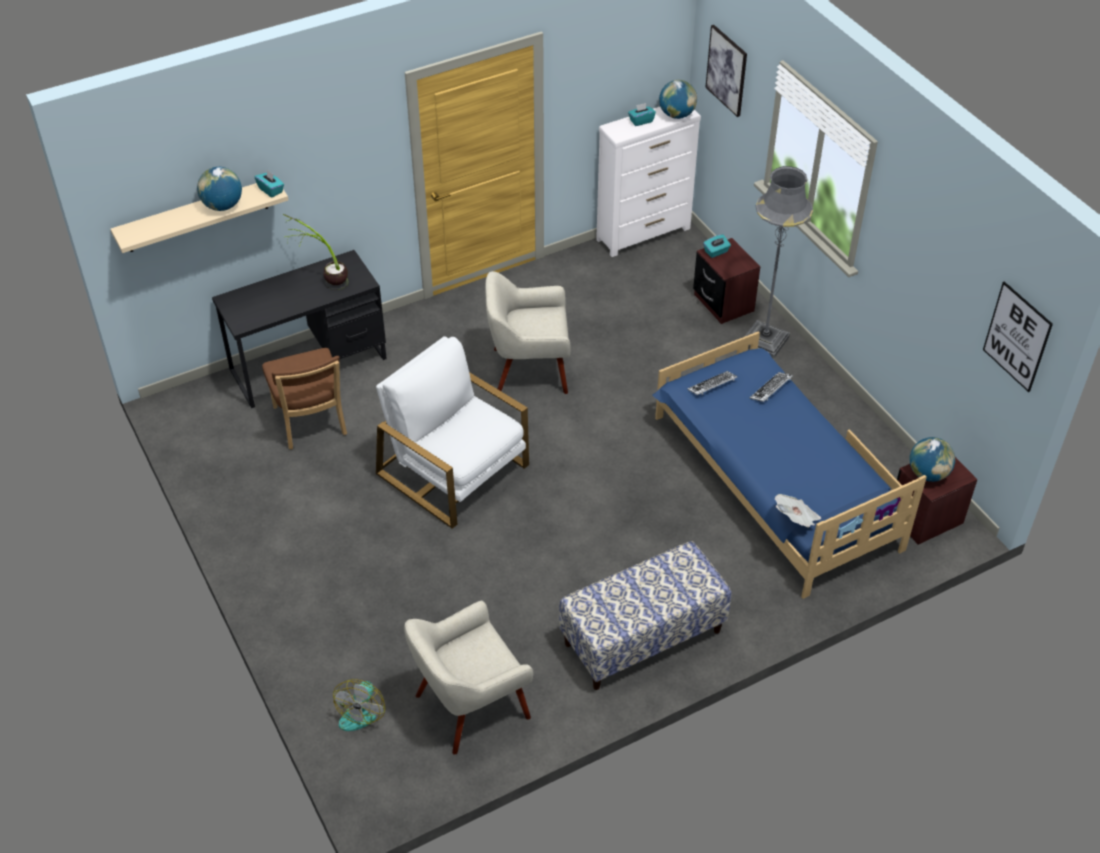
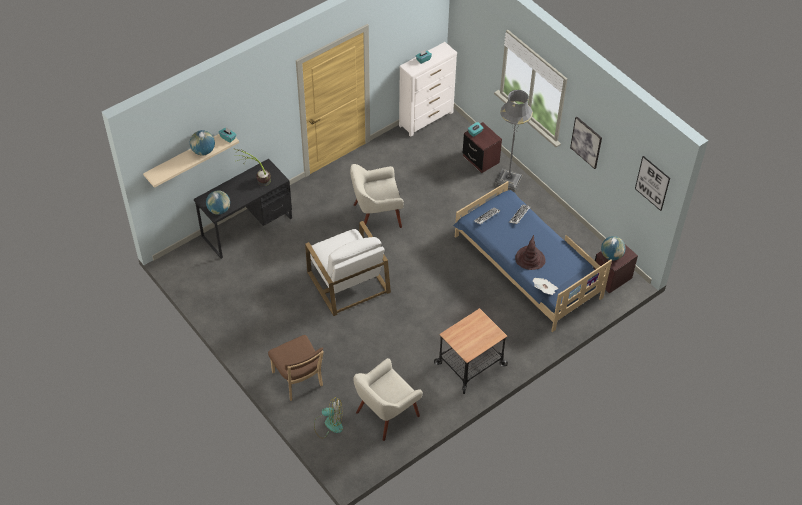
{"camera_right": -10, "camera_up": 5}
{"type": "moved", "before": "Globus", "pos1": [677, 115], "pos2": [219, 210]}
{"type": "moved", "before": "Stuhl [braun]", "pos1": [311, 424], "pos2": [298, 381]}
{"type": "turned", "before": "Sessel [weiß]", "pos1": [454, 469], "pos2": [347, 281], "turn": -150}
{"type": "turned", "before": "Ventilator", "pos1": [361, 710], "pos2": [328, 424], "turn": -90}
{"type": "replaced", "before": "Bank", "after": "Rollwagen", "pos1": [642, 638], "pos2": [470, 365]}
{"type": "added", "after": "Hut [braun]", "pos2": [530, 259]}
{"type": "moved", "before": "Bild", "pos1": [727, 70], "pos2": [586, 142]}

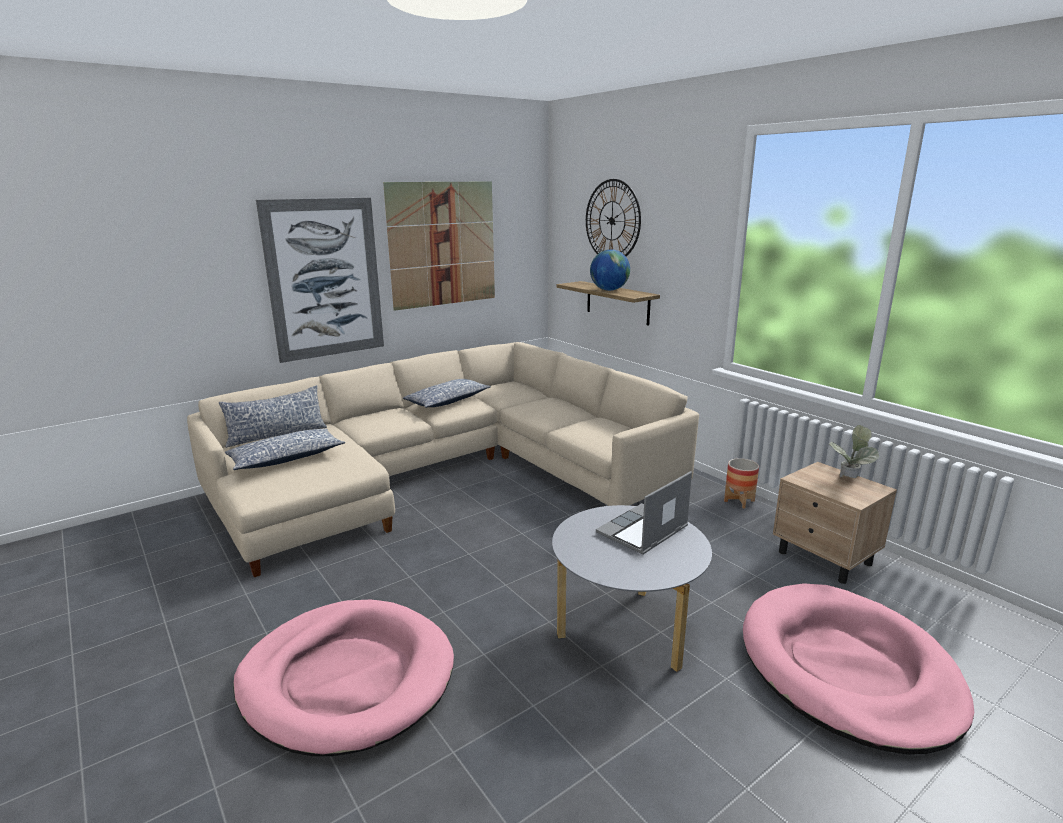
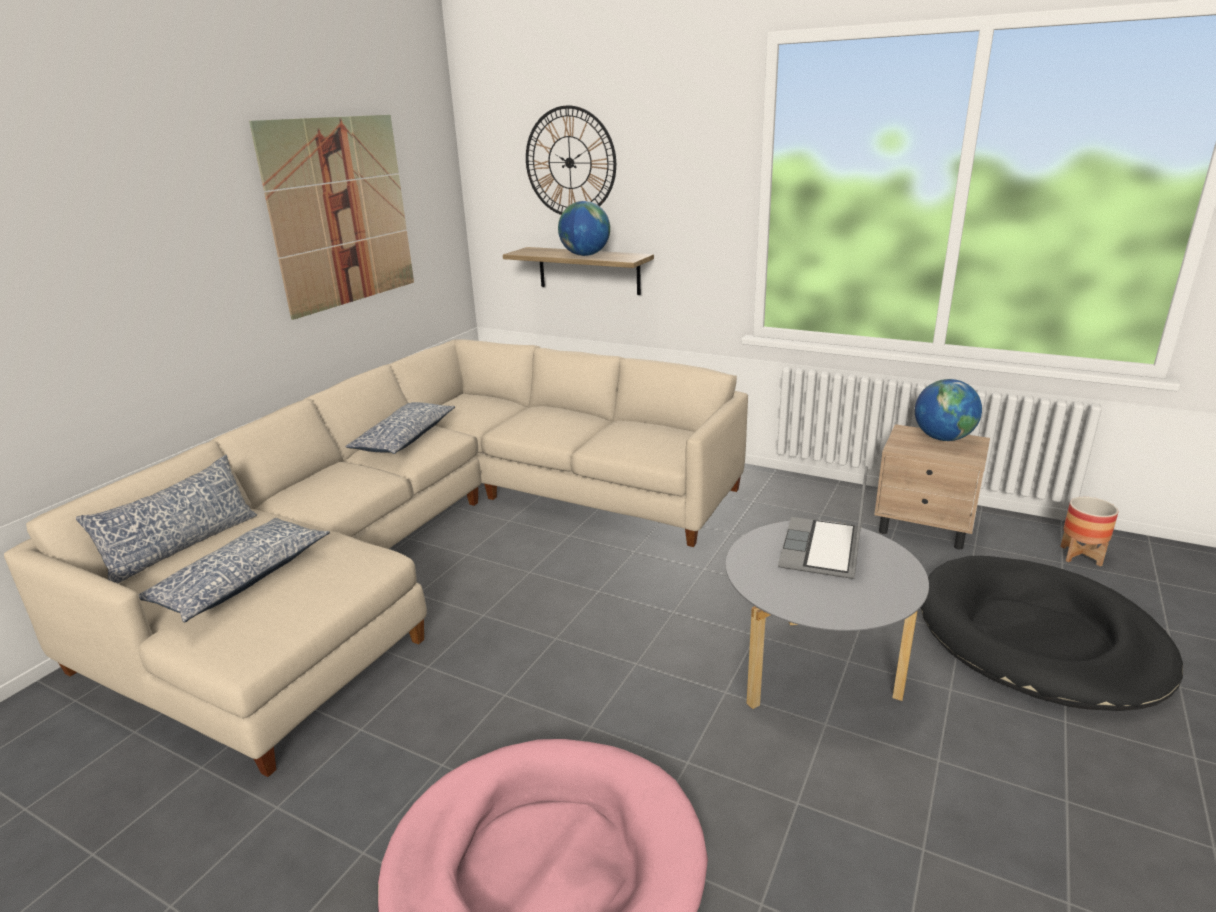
{"camera_right": -25, "camera_up": 5}
{"type": "replaced", "before": "Topfpflanze", "after": "Globus", "pos1": [848, 480], "pos2": [943, 438]}
{"type": "recoloured", "before": "Hundebett [rosa]", "after": "Hundebett [schwarz]", "pos1": [847, 669], "pos2": [1038, 638]}
{"type": "moved", "before": "Pflanzkübel", "pos1": [739, 501], "pos2": [1080, 556]}
{"type": "removed", "before": "Bild", "pos1": [325, 279]}

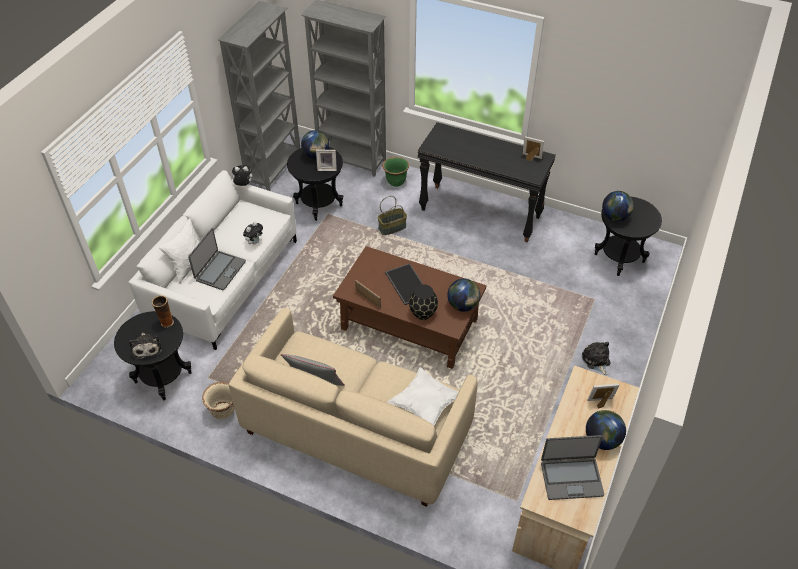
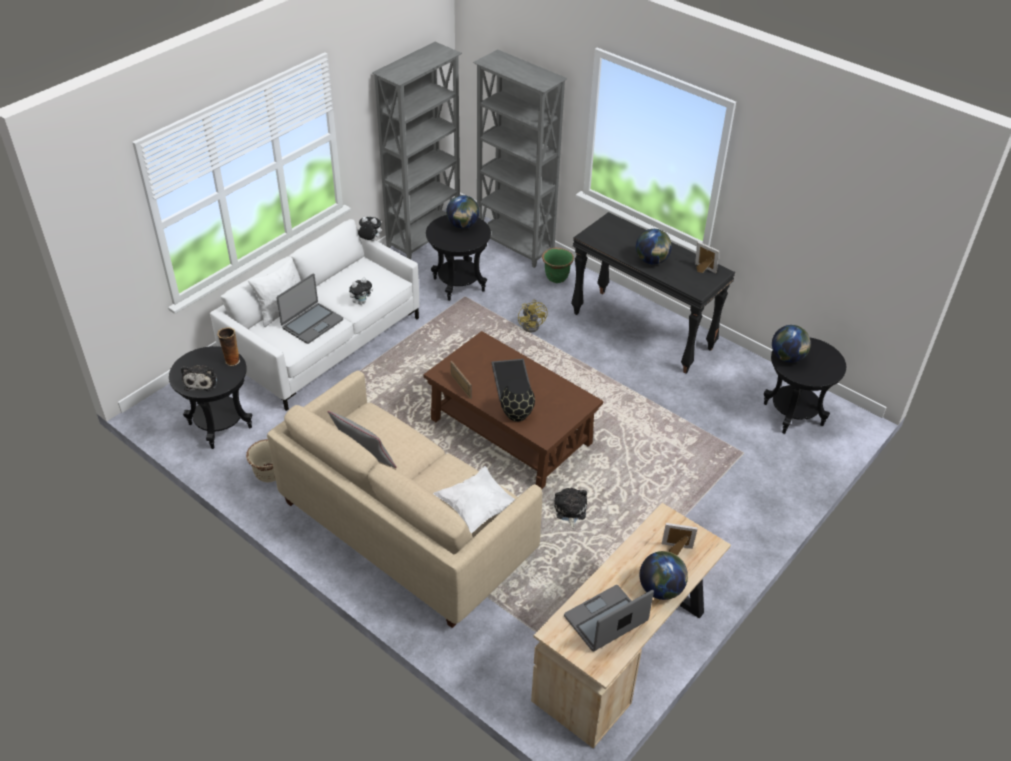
{"camera_right": 15, "camera_up": -5}
{"type": "replaced", "before": "Korb", "after": "Ventilator [gelb]", "pos1": [392, 227], "pos2": [532, 325]}
{"type": "moved", "before": "Plüschtier", "pos1": [596, 360], "pos2": [570, 511]}
{"type": "turned", "before": "Laptop", "pos1": [571, 478], "pos2": [606, 620], "turn": 135}
{"type": "moved", "before": "Globus", "pos1": [463, 305], "pos2": [651, 260]}
{"type": "removed", "before": "Bilderrahmen", "pos1": [327, 168]}

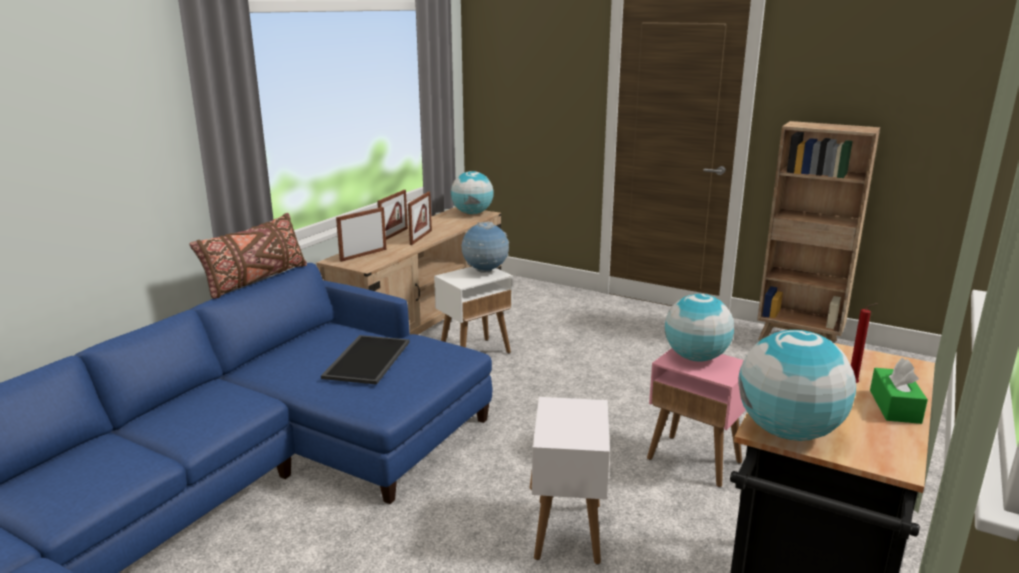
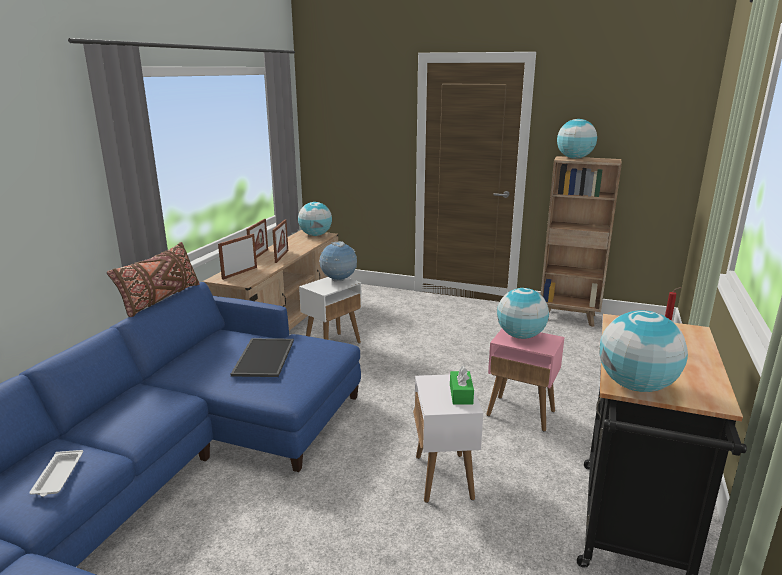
{"camera_right": -10, "camera_up": 0}
{"type": "added", "after": "Tablett [weiß]", "pos2": [58, 477]}
{"type": "moved", "before": "Taschentuchbox [grün]", "pos1": [894, 406], "pos2": [461, 394]}
{"type": "added", "after": "Globus", "pos2": [574, 158]}

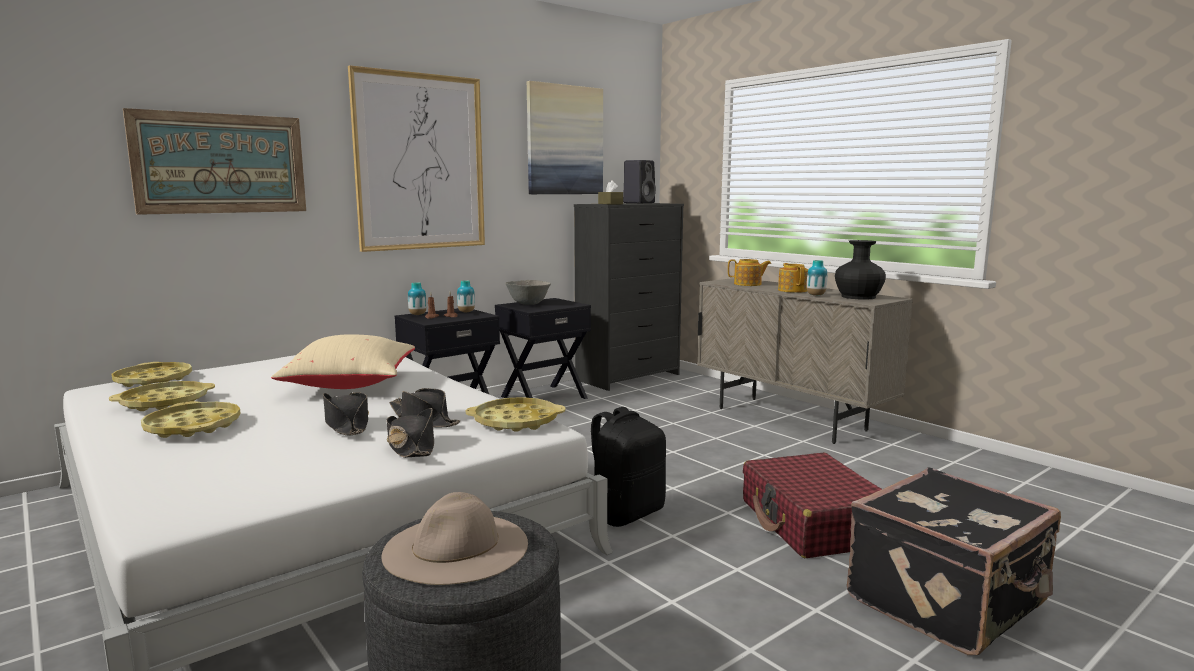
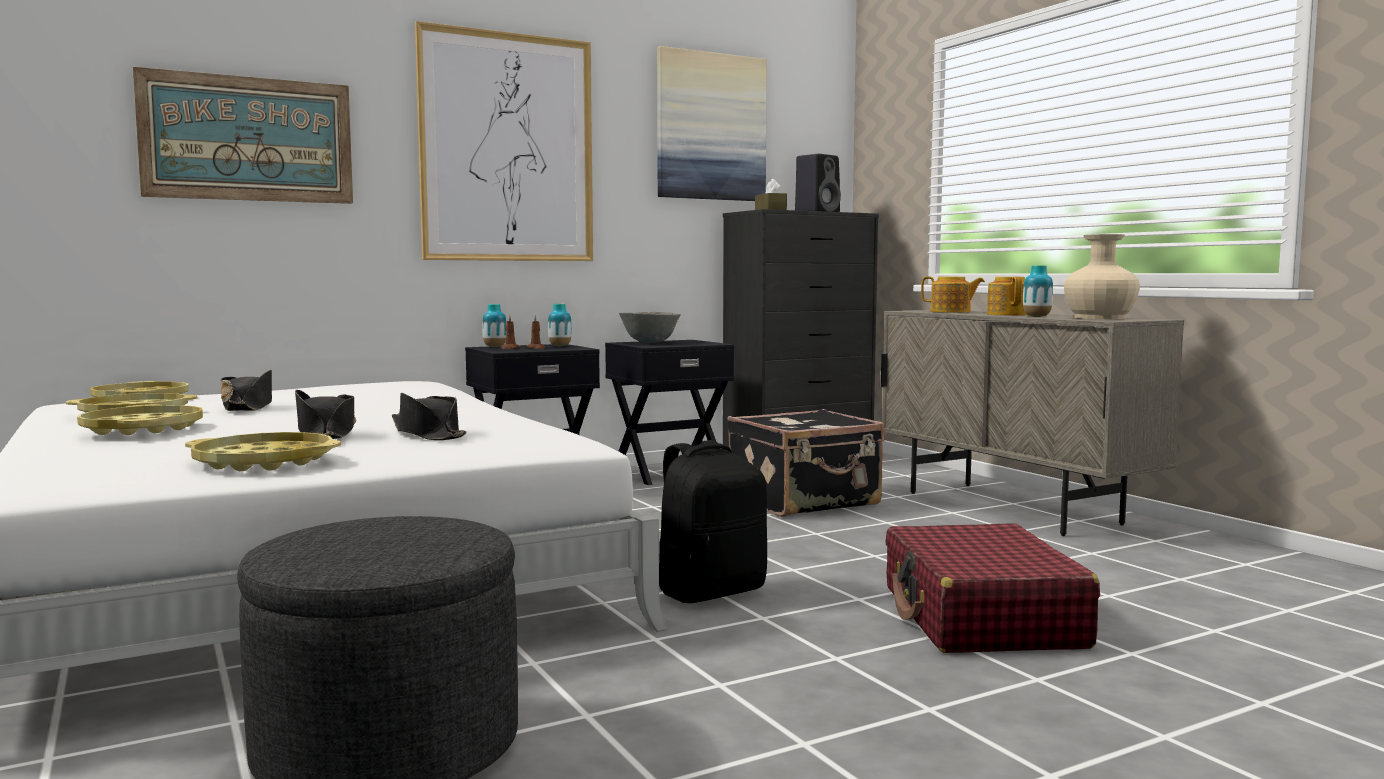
{"camera_right": 10, "camera_up": -5}
{"type": "moved", "before": "Tablett [gelb]", "pos1": [515, 421], "pos2": [264, 462]}
{"type": "moved", "before": "Hut [schwarz]", "pos1": [411, 446], "pos2": [248, 407]}
{"type": "moved", "before": "Koffer [schwarz]", "pos1": [949, 602], "pos2": [805, 502]}
{"type": "recoloured", "before": "Vase [schwarz]", "after": "Vase [beige]", "pos1": [858, 297], "pos2": [1100, 318]}
{"type": "removed", "before": "Kissen [beige]", "pos1": [352, 385]}
{"type": "removed", "before": "Hut [beige]", "pos1": [456, 548]}

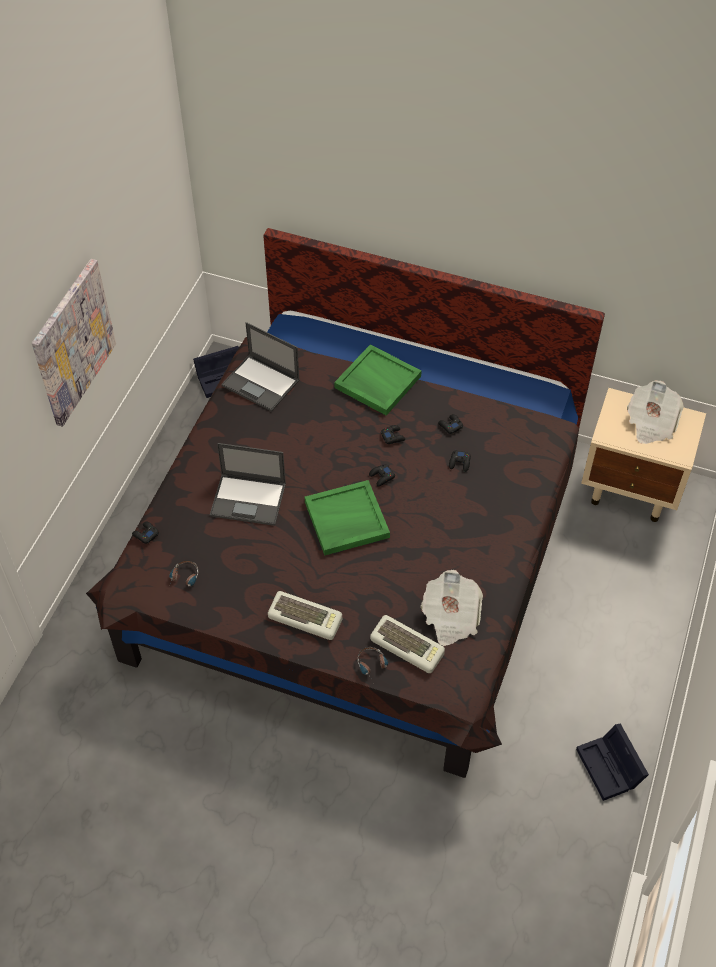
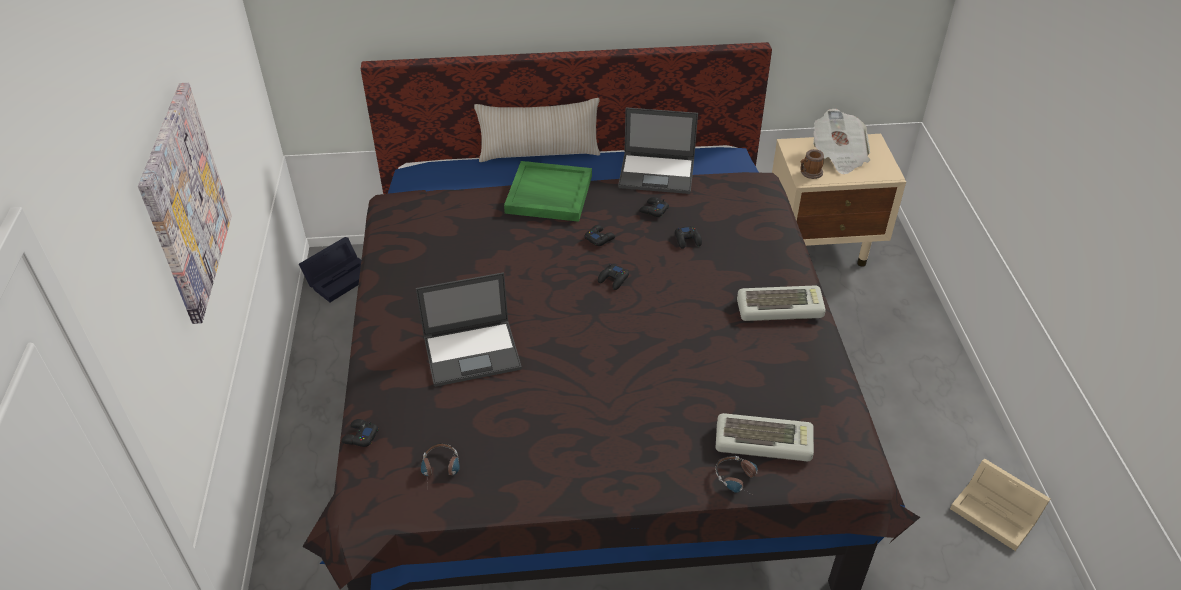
{"camera_right": -25, "camera_up": -10}
{"type": "added", "after": "Kissen [beige]", "pos2": [539, 153]}
{"type": "moved", "before": "Laptop", "pos1": [261, 383], "pos2": [657, 173]}
{"type": "moved", "before": "Tastatur", "pos1": [306, 617], "pos2": [780, 307]}
{"type": "added", "after": "Henkelbecher", "pos2": [809, 173]}
{"type": "recoloured", "before": "Aufbewahrungsbox [schwarz]", "after": "Aufbewahrungsbox [beige]", "pos1": [611, 768], "pos2": [997, 513]}
{"type": "removed", "before": "Tablett [grün]", "pos1": [346, 520]}
{"type": "removed", "before": "Zeitung", "pos1": [450, 618]}

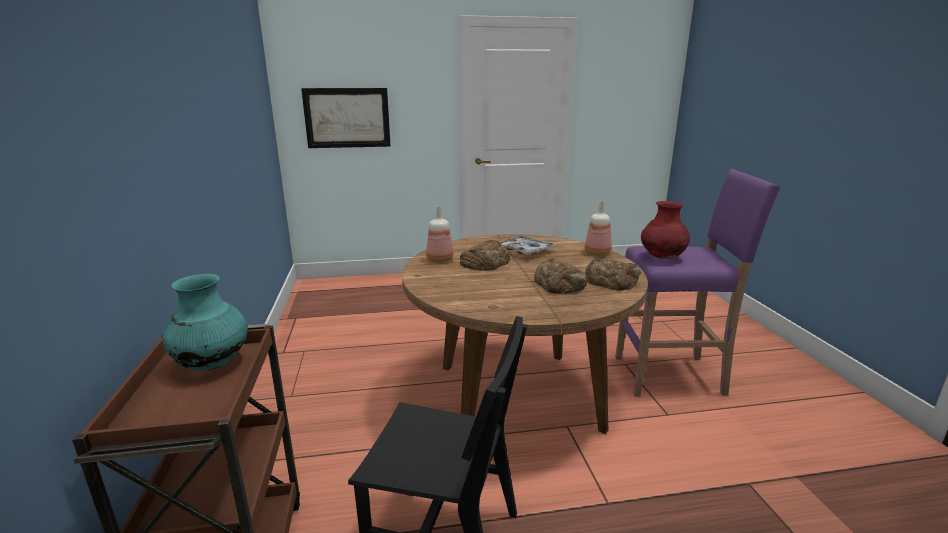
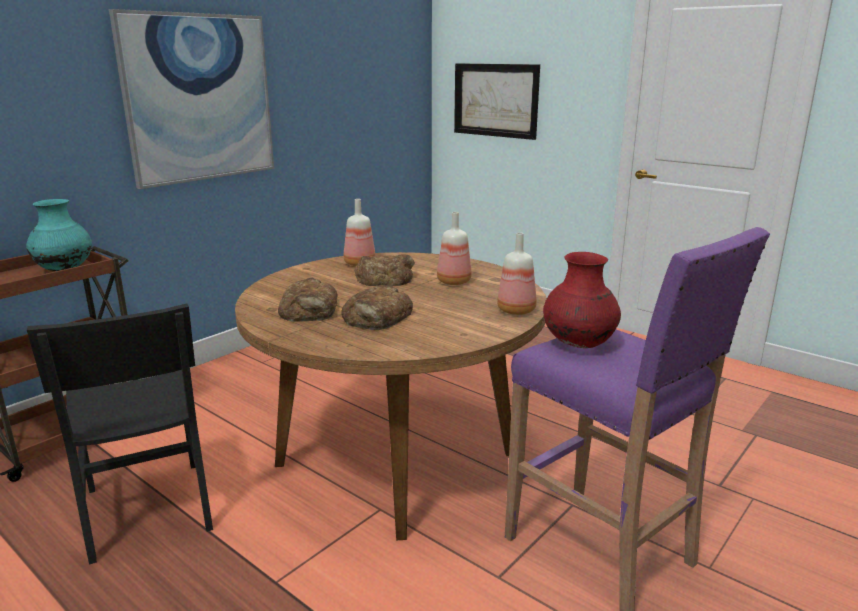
{"camera_right": 50, "camera_up": 0}
{"type": "added", "after": "Bild", "pos2": [199, 98]}
{"type": "moved", "before": "Brot", "pos1": [611, 280], "pos2": [310, 310]}
{"type": "replaced", "before": "Tablett", "after": "Flasche", "pos1": [524, 250], "pos2": [452, 282]}

